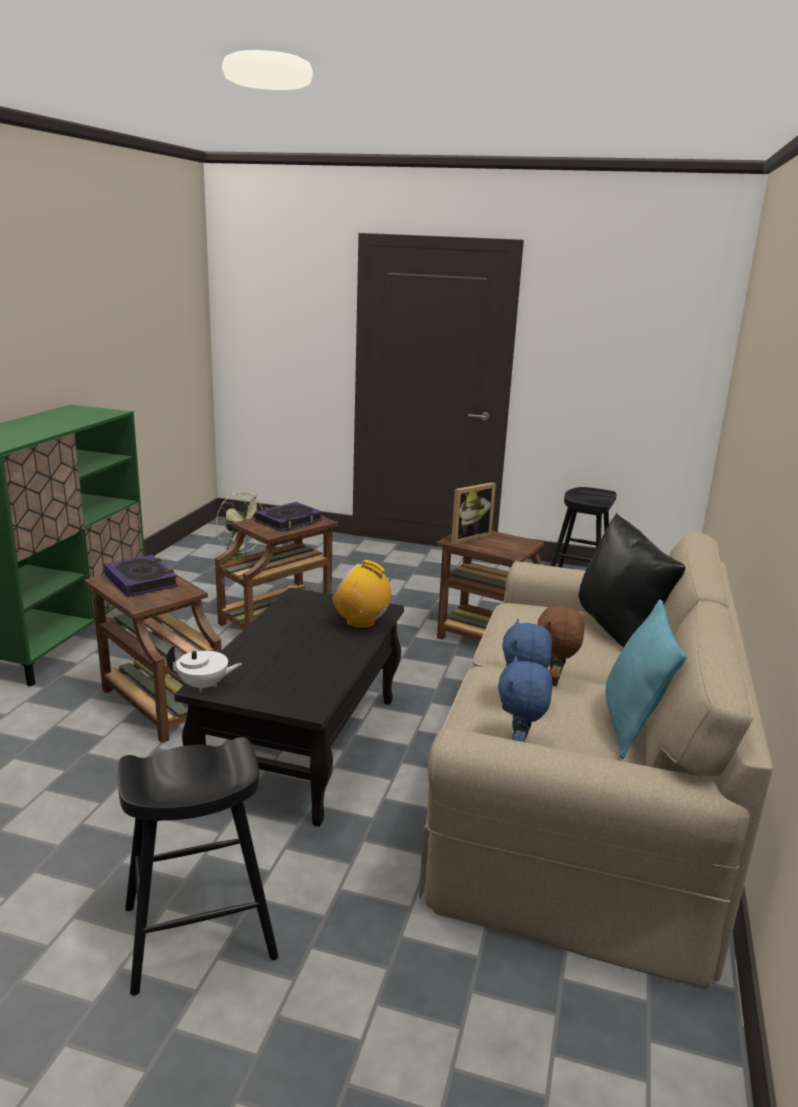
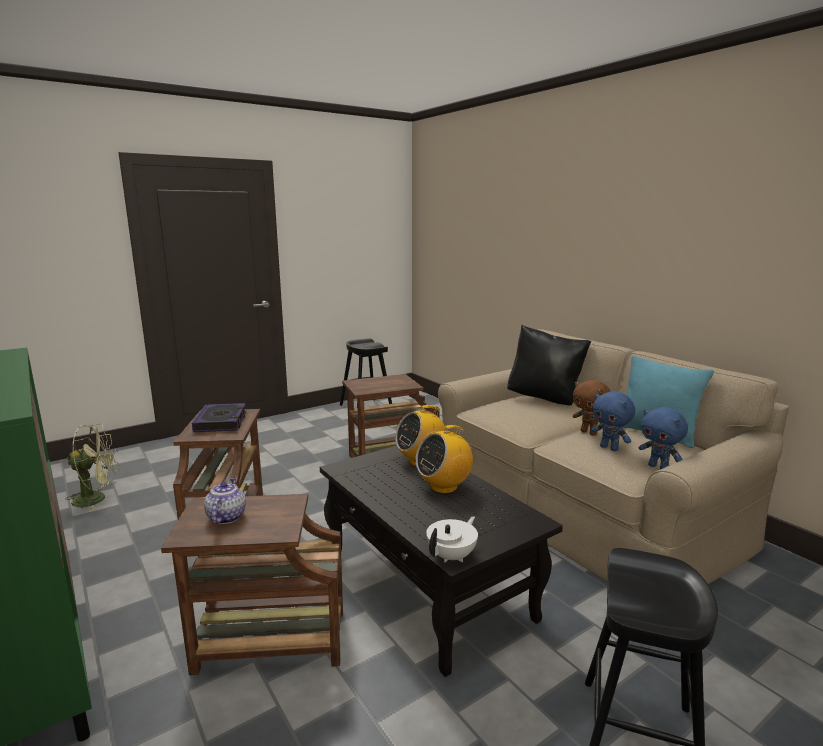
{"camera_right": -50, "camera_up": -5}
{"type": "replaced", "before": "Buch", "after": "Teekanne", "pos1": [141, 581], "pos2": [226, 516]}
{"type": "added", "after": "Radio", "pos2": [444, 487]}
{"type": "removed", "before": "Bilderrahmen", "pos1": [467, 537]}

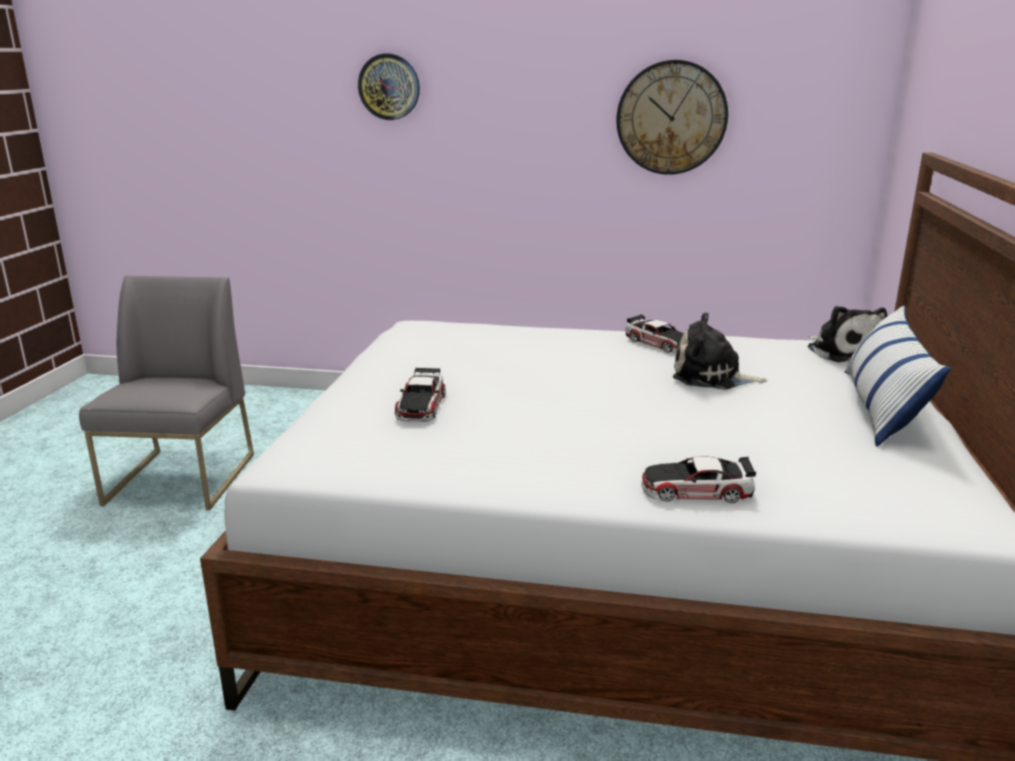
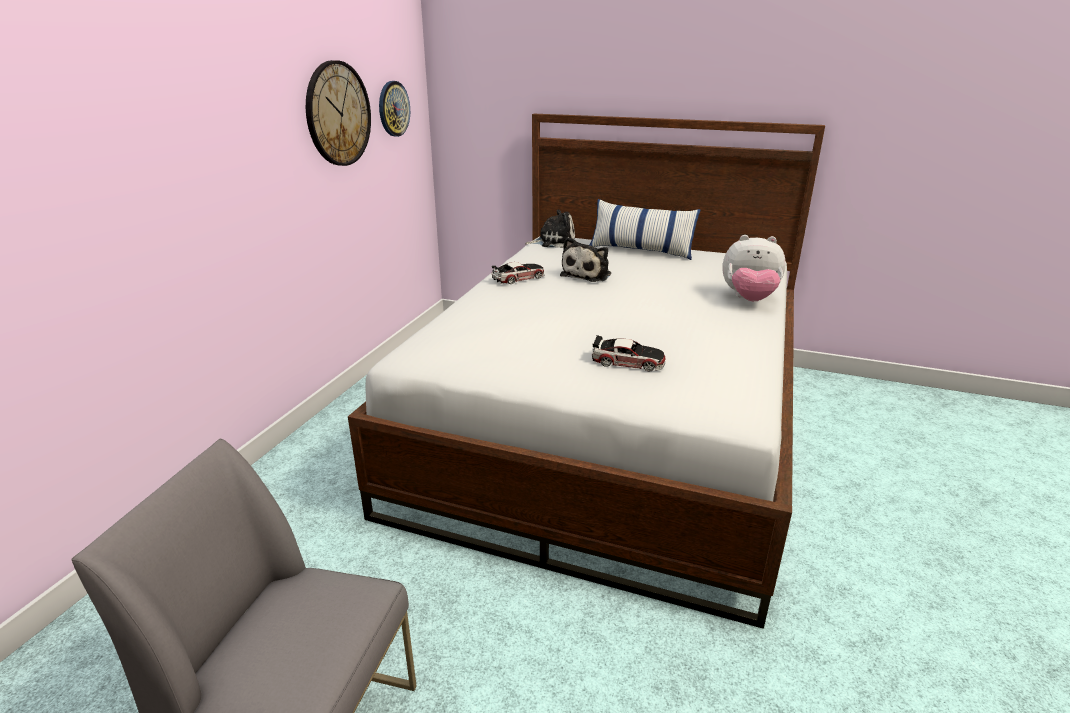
{"camera_right": -80, "camera_up": 5}
{"type": "moved", "before": "Wanduhr", "pos1": [389, 87], "pos2": [393, 109]}
{"type": "replaced", "before": "Spielzeugauto", "after": "Plüschtier", "pos1": [696, 490], "pos2": [749, 299]}

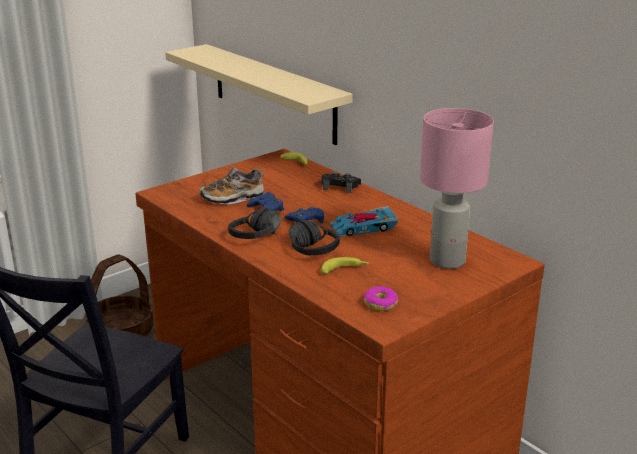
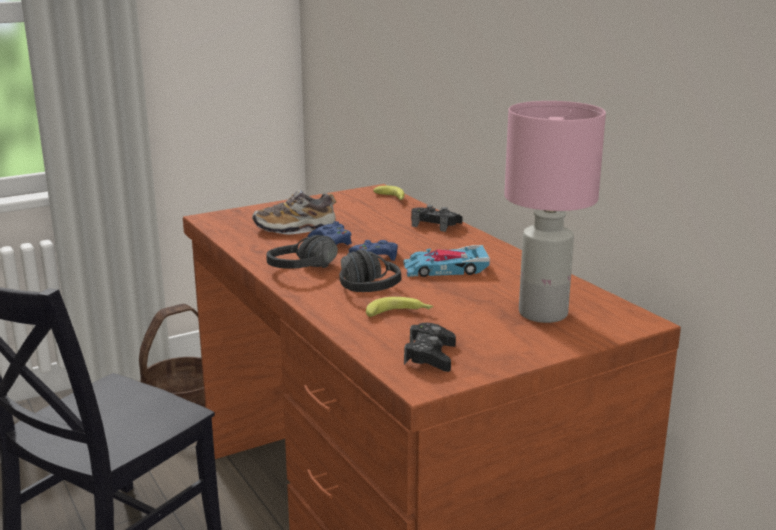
{"camera_right": 10, "camera_up": -5}
{"type": "replaced", "before": "Donut", "after": "Gamepad [schwarz]", "pos1": [380, 304], "pos2": [430, 356]}
{"type": "removed", "before": "Wandregal [beige]", "pos1": [273, 93]}

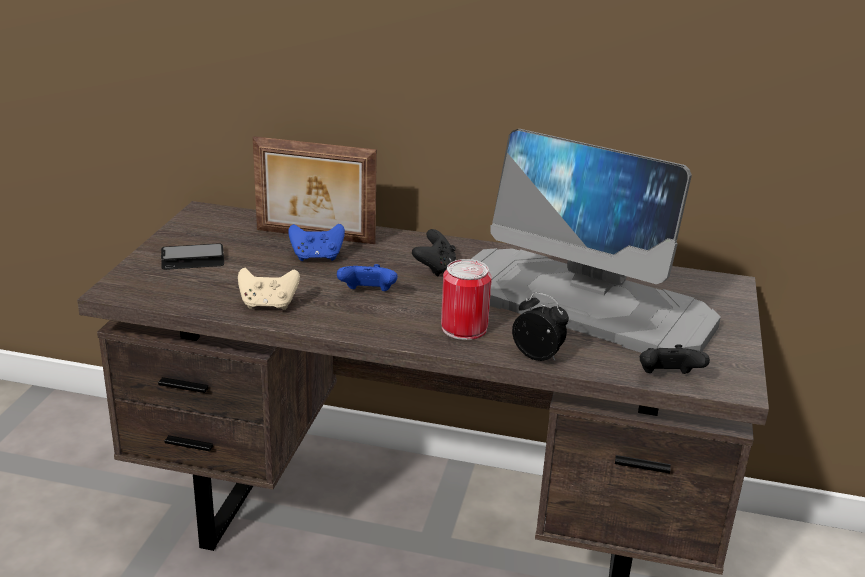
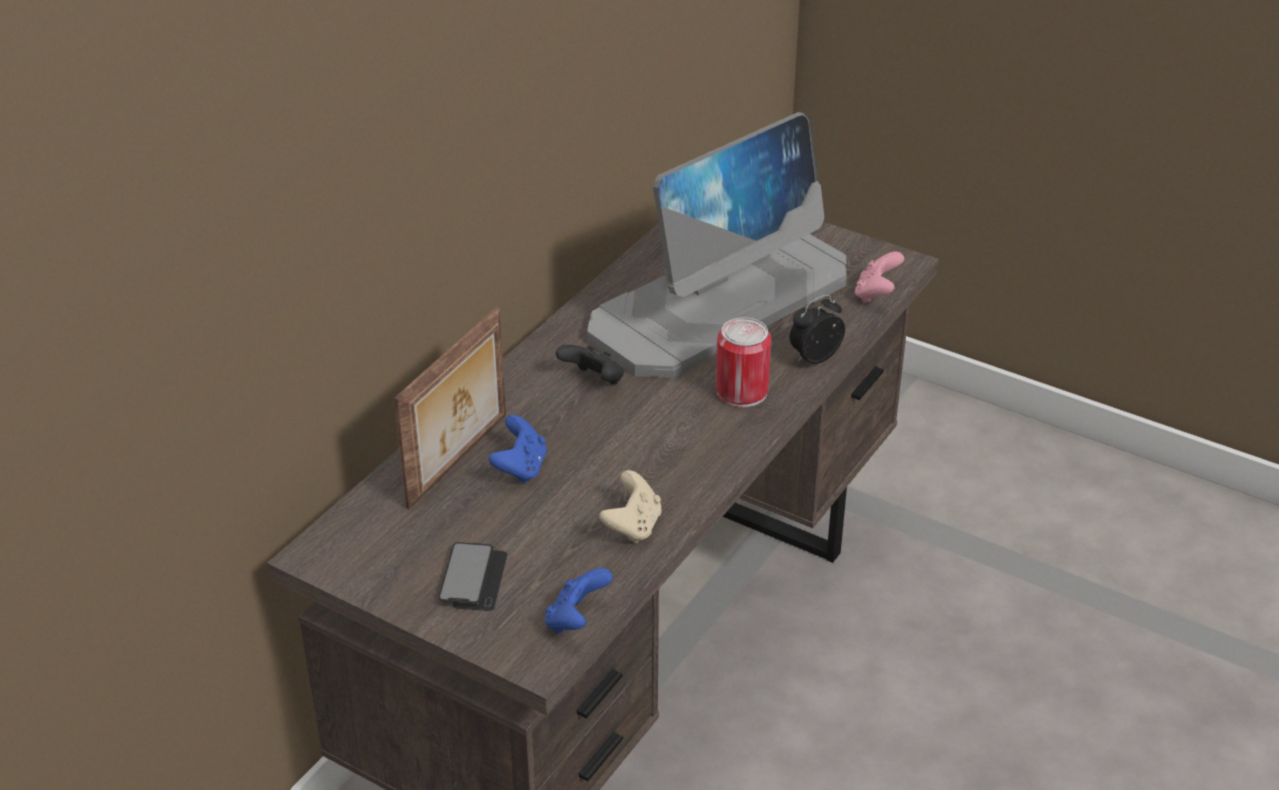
{"camera_right": -70, "camera_up": 10}
{"type": "moved", "before": "Gamepad [blau]", "pos1": [367, 294], "pos2": [576, 620]}
{"type": "recoloured", "before": "Gamepad [schwarz]", "after": "Gamepad [rosa]", "pos1": [667, 378], "pos2": [876, 294]}

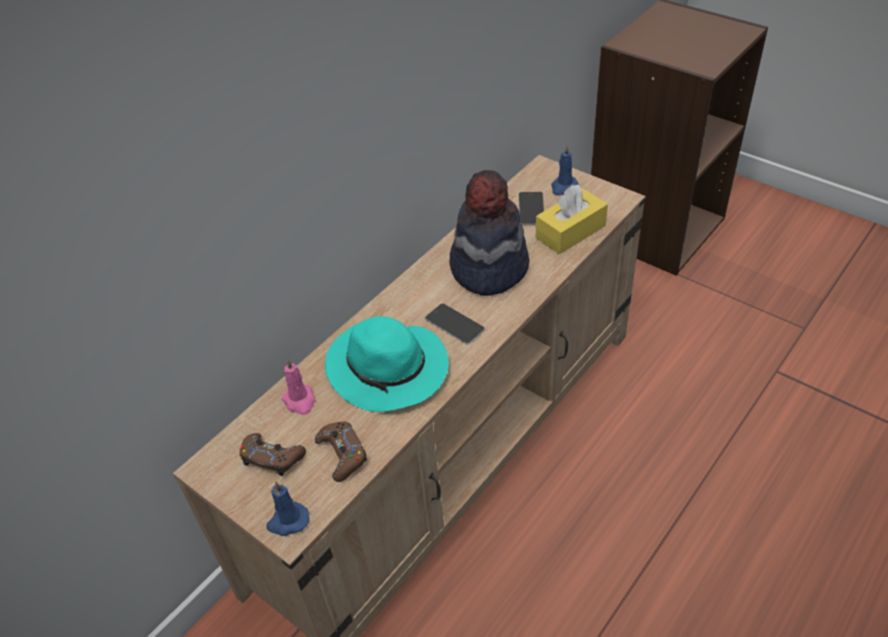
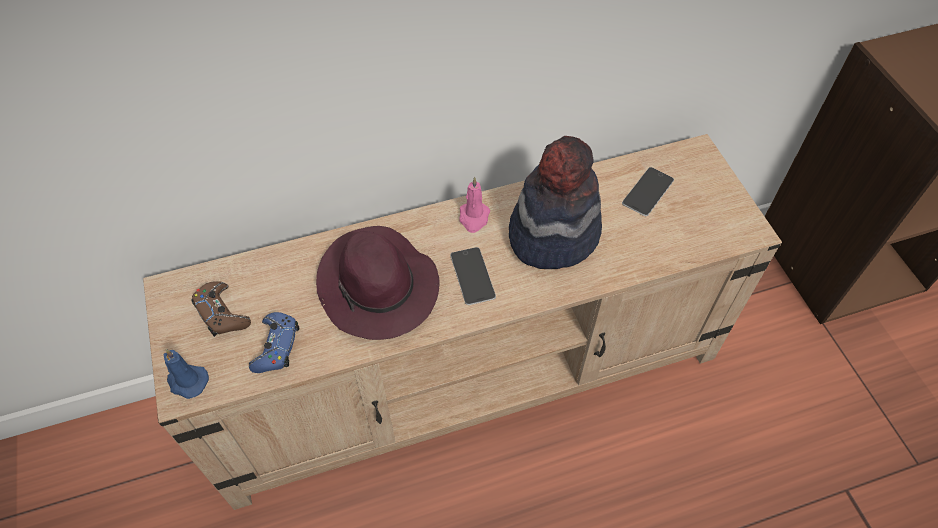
{"camera_right": 30, "camera_up": 10}
{"type": "recoloured", "before": "Gamepad [braun]", "after": "Gamepad [blau]", "pos1": [342, 454], "pos2": [276, 347]}
{"type": "recoloured", "before": "Hut [türkis]", "after": "Hut [lila]", "pos1": [389, 370], "pos2": [379, 288]}
{"type": "moved", "before": "Kerze [rosa]", "pos1": [300, 401], "pos2": [474, 218]}
{"type": "removed", "before": "Taschentuchbox [gelb]", "pos1": [570, 232]}
{"type": "removed", "before": "Kerze [blau]", "pos1": [563, 187]}

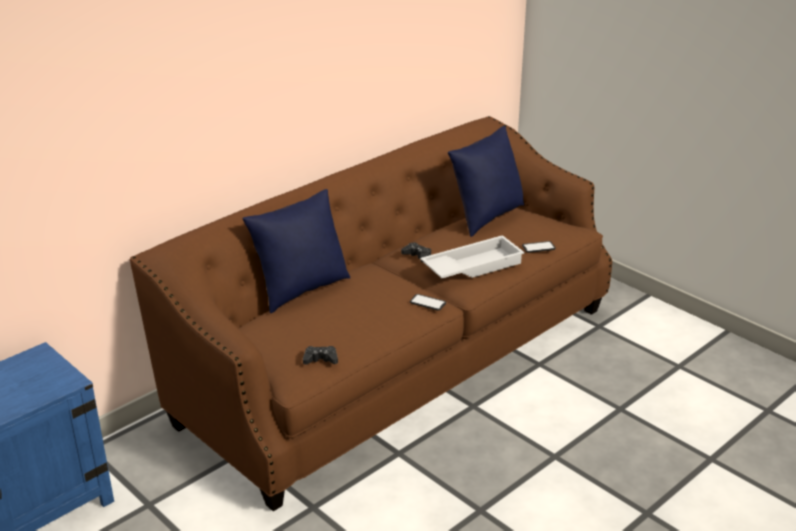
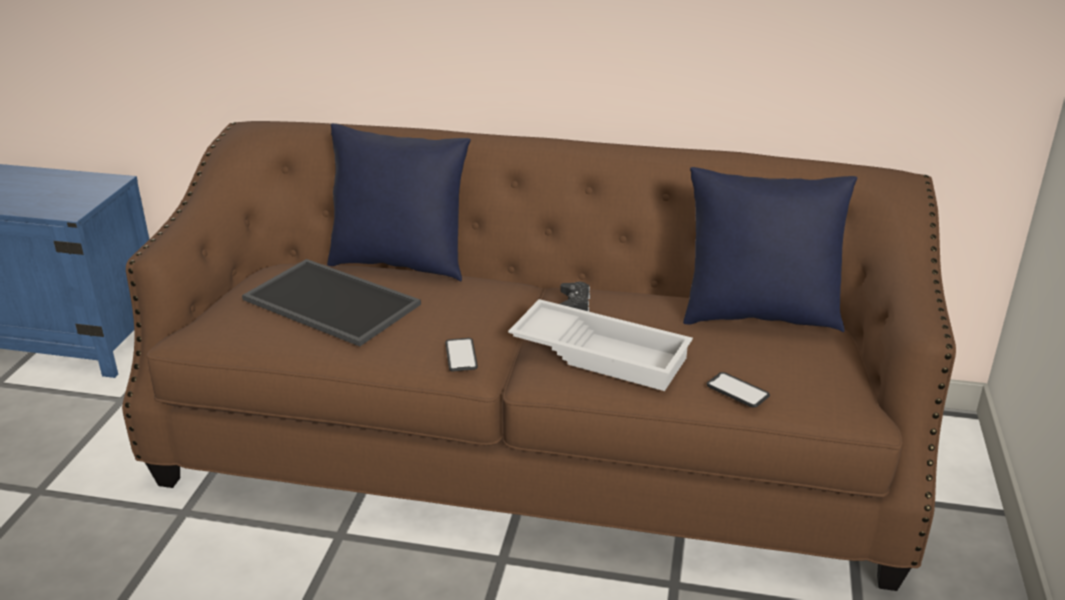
{"camera_right": 55, "camera_up": 0}
{"type": "added", "after": "Tablett", "pos2": [328, 303]}
{"type": "removed", "before": "Gamepad [schwarz]", "pos1": [320, 359]}

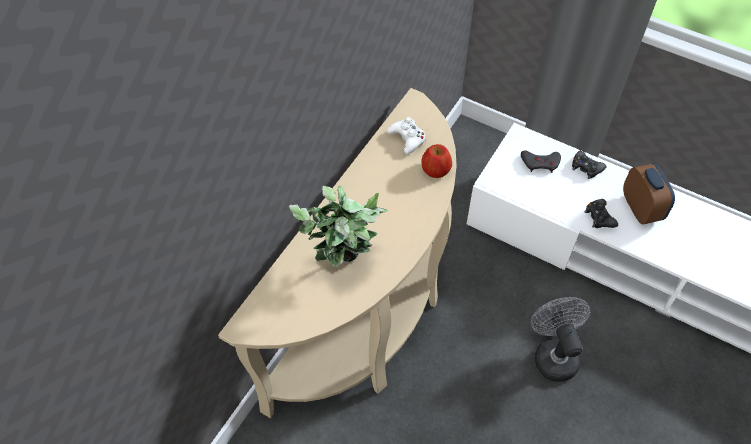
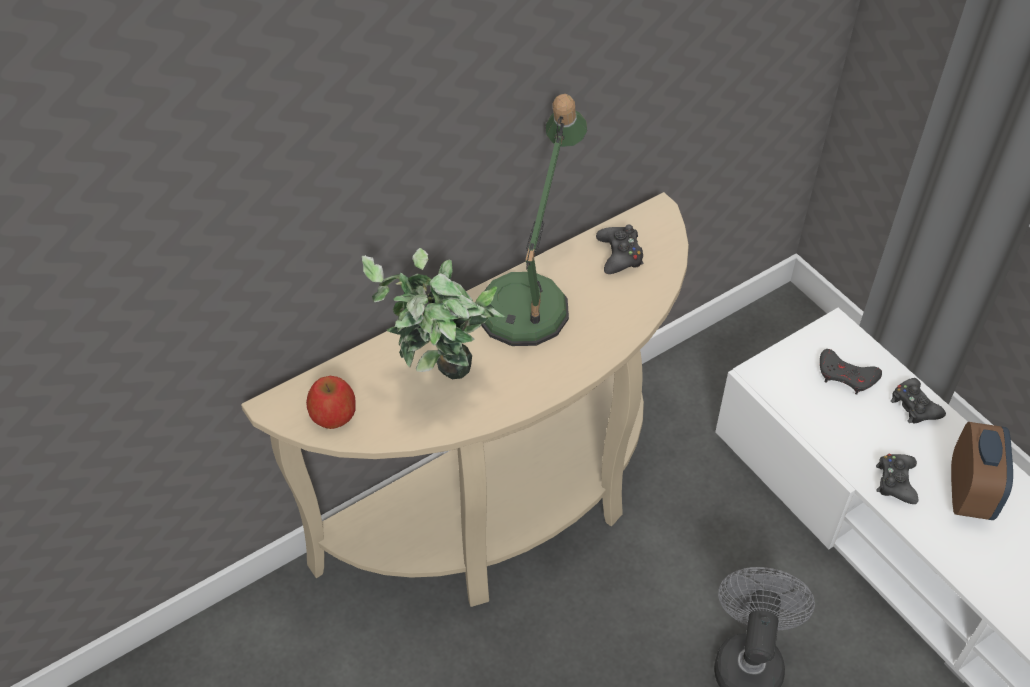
{"camera_right": 25, "camera_up": -5}
{"type": "moved", "before": "Apfel", "pos1": [436, 169], "pos2": [333, 414]}
{"type": "added", "after": "Tischlampe", "pos2": [530, 299]}
{"type": "recoloured", "before": "Gamepad [weiß]", "after": "Gamepad [schwarz]", "pos1": [407, 139], "pos2": [620, 255]}

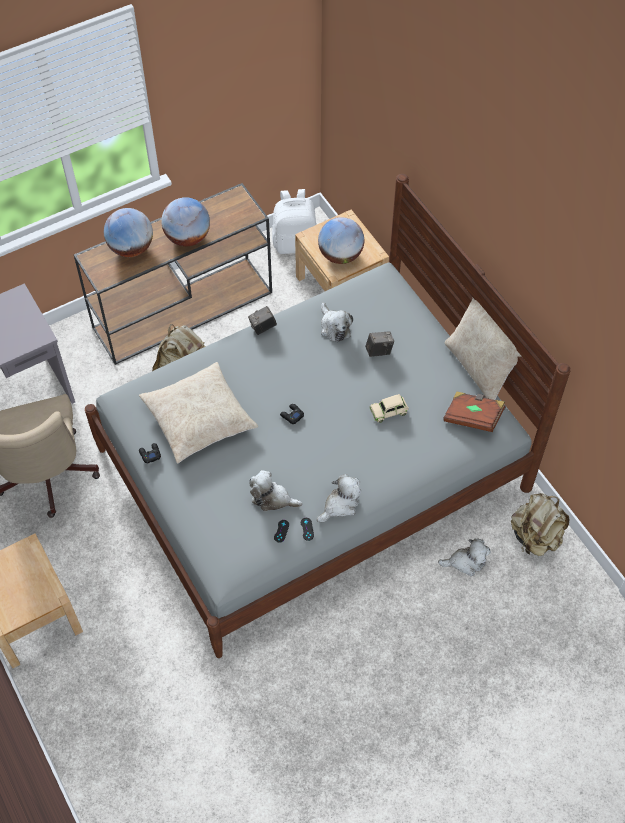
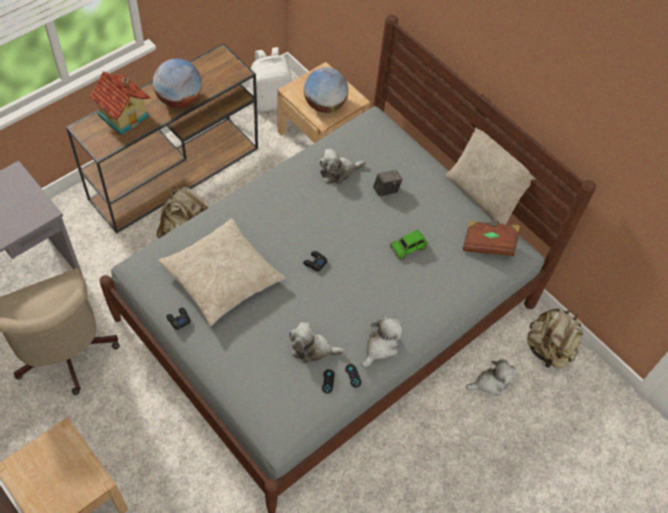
{"camera_right": -15, "camera_up": 0}
{"type": "replaced", "before": "Globus", "after": "Spielzeughaus", "pos1": [131, 248], "pos2": [124, 115]}
{"type": "turned", "before": "Plüschtier", "pos1": [334, 327], "pos2": [338, 172], "turn": 105}
{"type": "recoloured", "before": "Spielzeugauto [beige]", "after": "Spielzeugauto [grün]", "pos1": [389, 410], "pos2": [408, 246]}
{"type": "removed", "before": "Kamera", "pos1": [263, 327]}

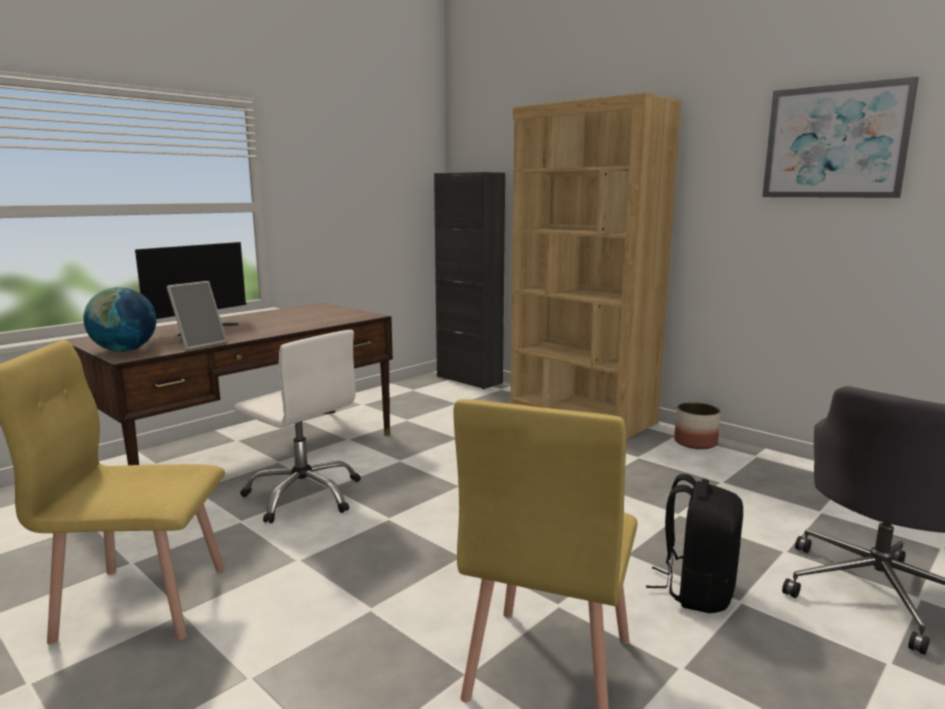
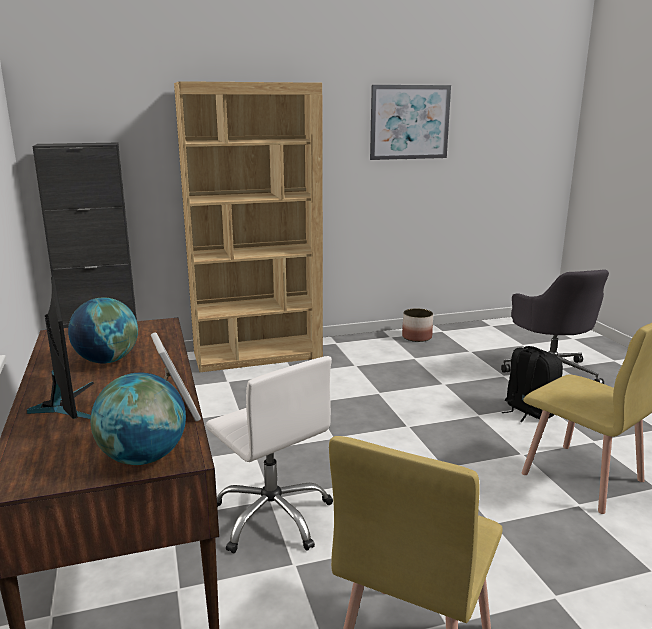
{"camera_right": -60, "camera_up": 5}
{"type": "added", "after": "Globus", "pos2": [107, 360]}
{"type": "turned", "before": "Bürostuhl [weiß]", "pos1": [304, 495], "pos2": [272, 516], "turn": 75}
{"type": "moved", "before": "Pflanzkübel", "pos1": [695, 442], "pos2": [417, 337]}

